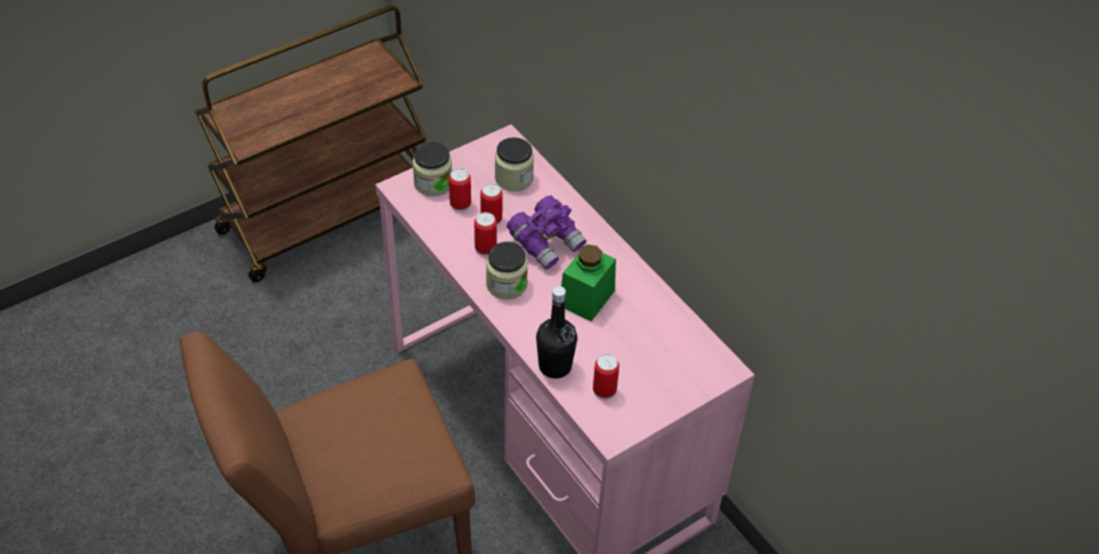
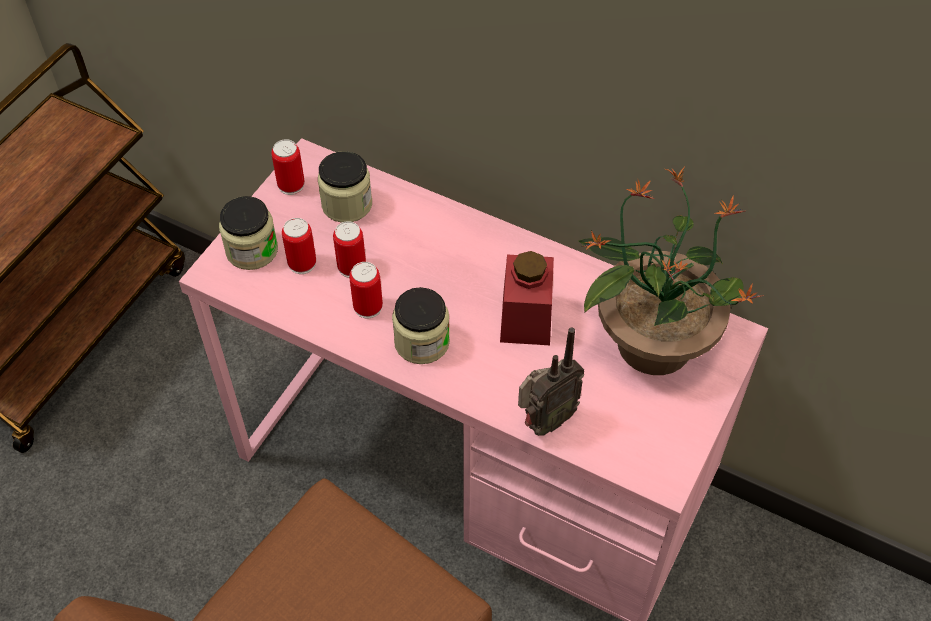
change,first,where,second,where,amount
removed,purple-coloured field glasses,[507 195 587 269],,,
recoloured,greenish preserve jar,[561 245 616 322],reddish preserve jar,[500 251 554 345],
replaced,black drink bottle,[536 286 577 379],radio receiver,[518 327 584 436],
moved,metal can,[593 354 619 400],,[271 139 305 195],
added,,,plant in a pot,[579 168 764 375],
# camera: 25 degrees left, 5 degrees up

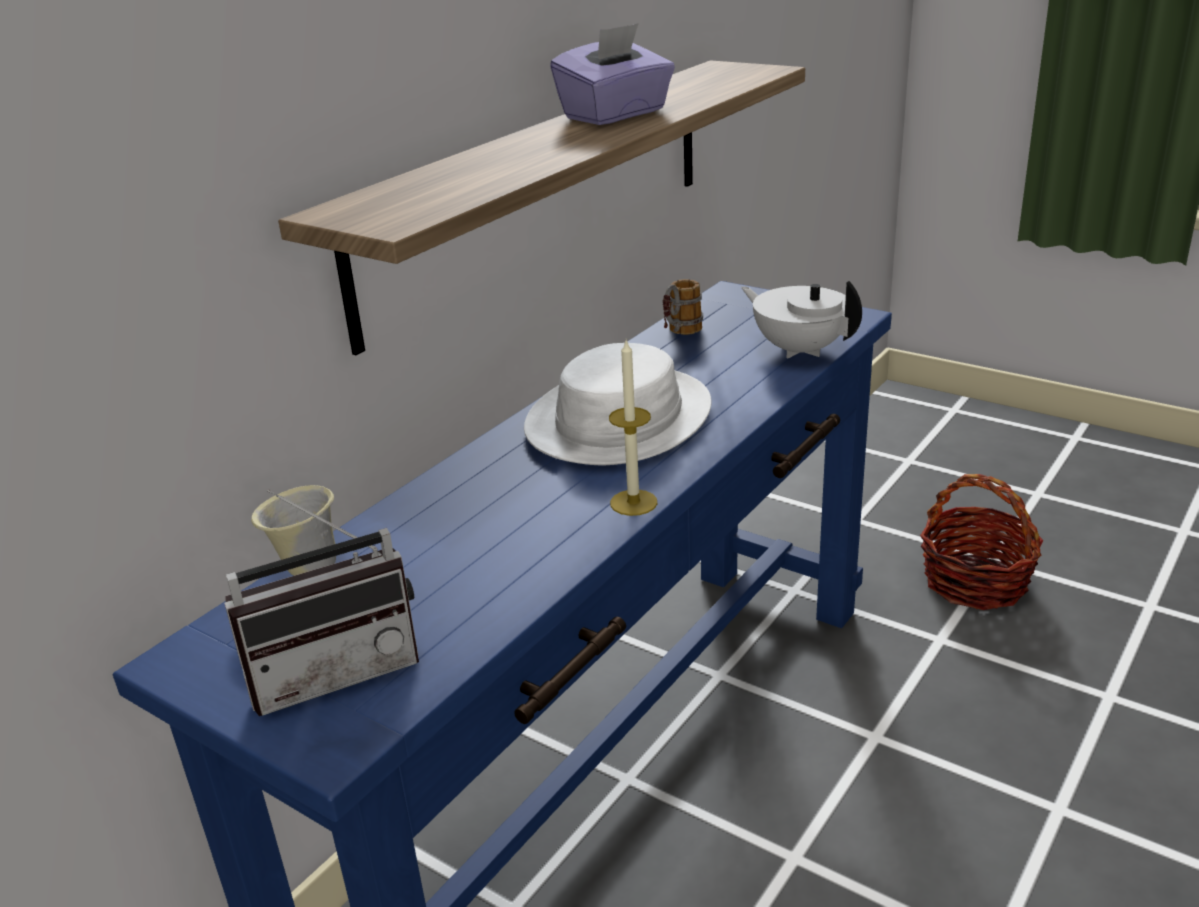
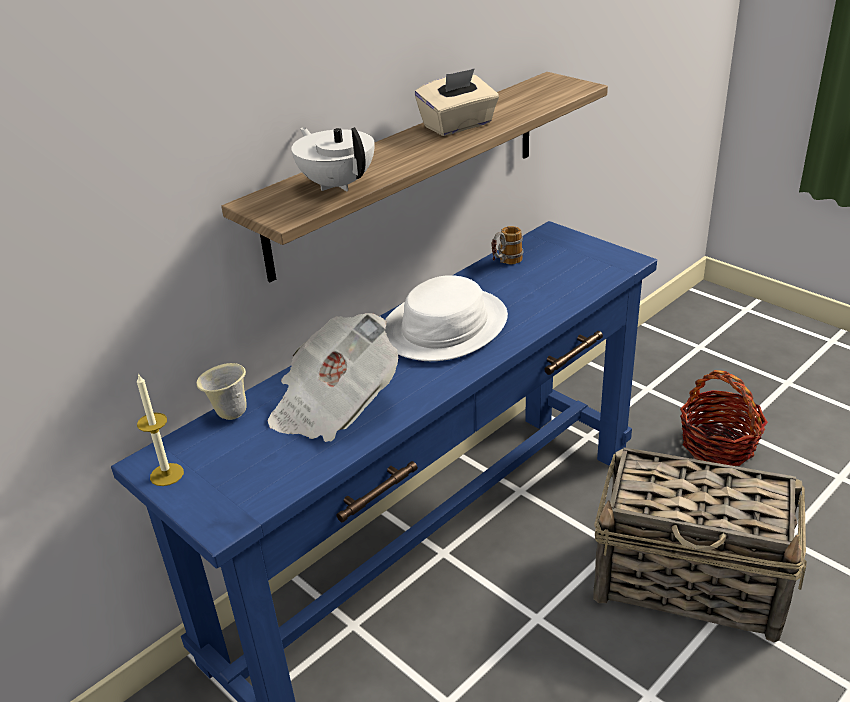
change,first,where,second,where,amount
recoloured,purple-coloured tissue box,[550 23 675 125],sand-coloured tissue box,[415 68 499 136],
moved,white tea pot,[741 281 862 359],,[291 127 375 191],
moved,wax candle,[609 340 657 516],,[137 373 184 486],
removed,radio receiver,[224 489 419 716],,,
added,,,newspaper,[268 313 398 442],
added,,,basket,[593 448 807 642],
# camera: 10 degrees right, 5 degrees up

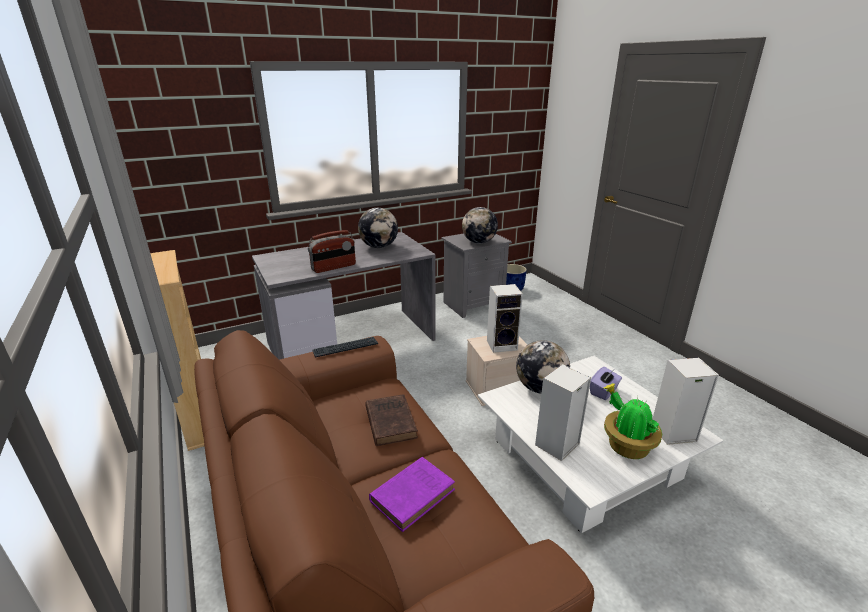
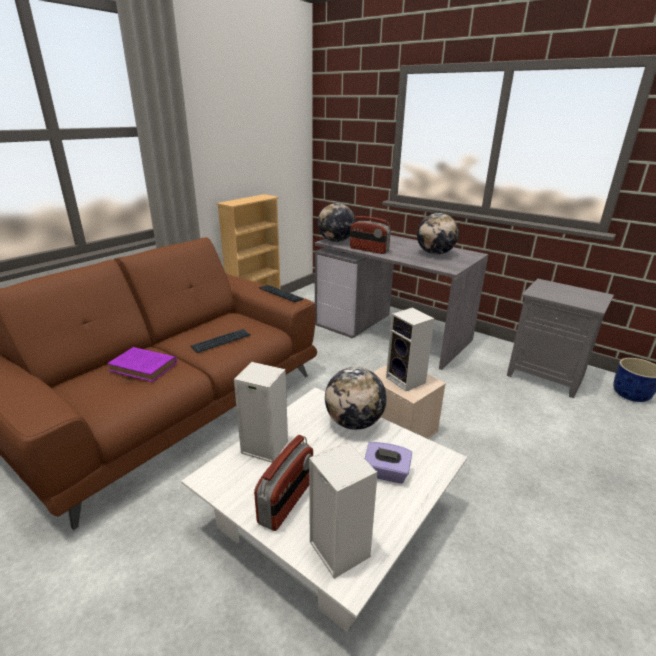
change,first,where,second,where,amount
moved,desk globe,[462 207 498 244],,[318 203 355 242],
replaced,plant in a pot,[604 383 662 459],radio receiver,[254 435 313 531],
replaced,brown bound book,[365 394 418 446],keyboard,[191 329 251 353],
# camera: 65 degrees right, 0 degrees up

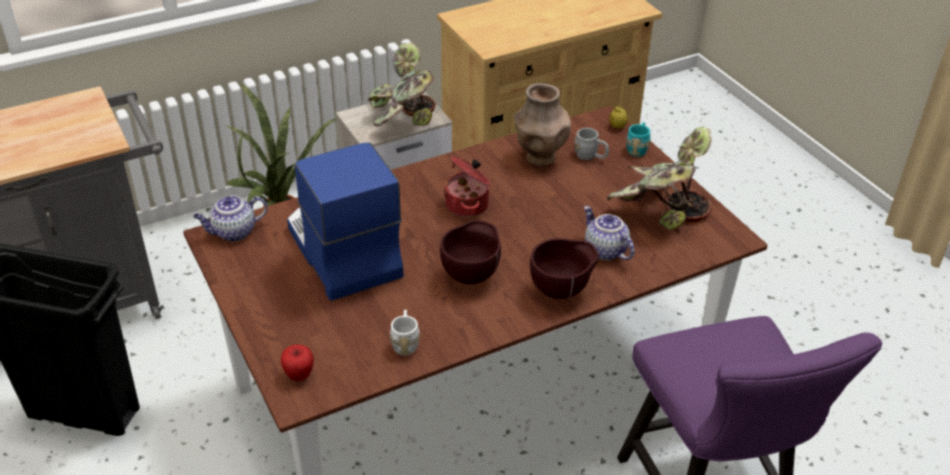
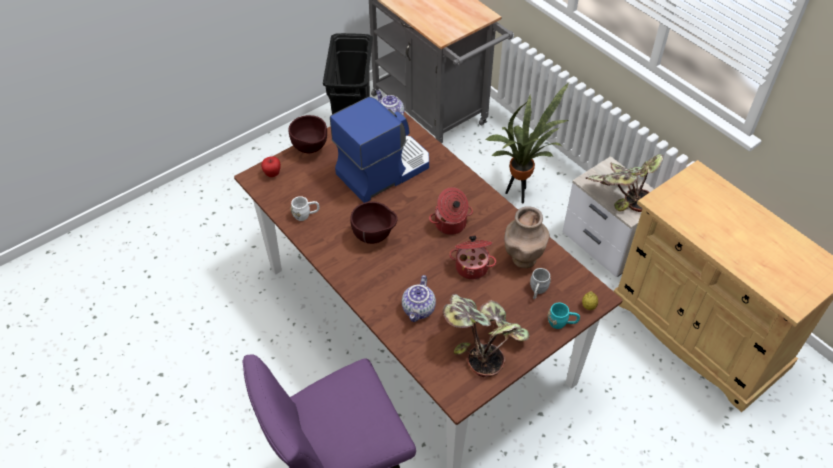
change,first,where,second,where,amount
turned,tea pot,[584 206 635 260],,[402 275 436 322],150 degrees clockwise
moved,brown deep dish,[530 238 599 299],,[289 115 327 153],
added,,,saucepot,[449 236 496 279],
# camera: 80 degrees right, 10 degrees up

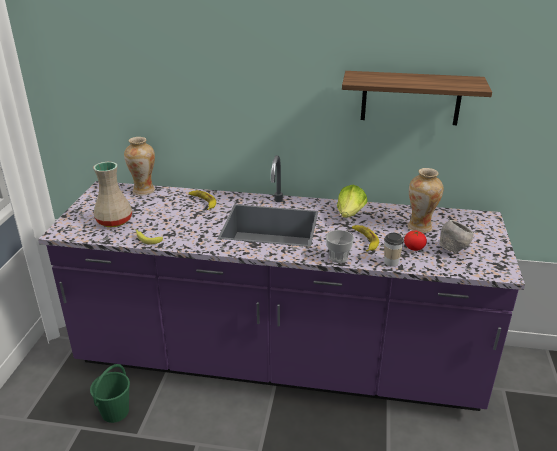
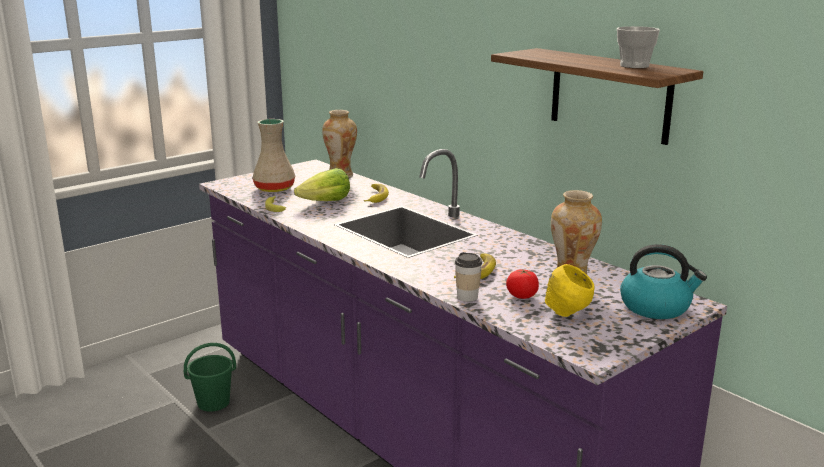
change,first,where,second,where,amount
moved,lettuce head,[337 185 368 218],,[294 168 350 201],
recoloured,grey deep dish,[439 220 473 254],yellow deep dish,[545 264 595 317],
moved,drinking cup,[326 230 354 263],,[617 26 660 68],
added,,,tea kettle,[620 244 707 319],
# camera: 40 degrees right, 10 degrees down

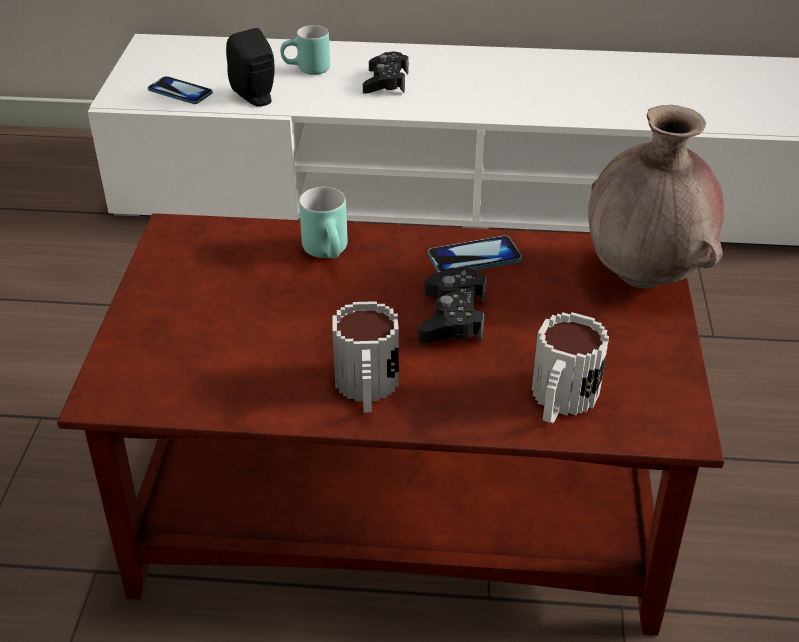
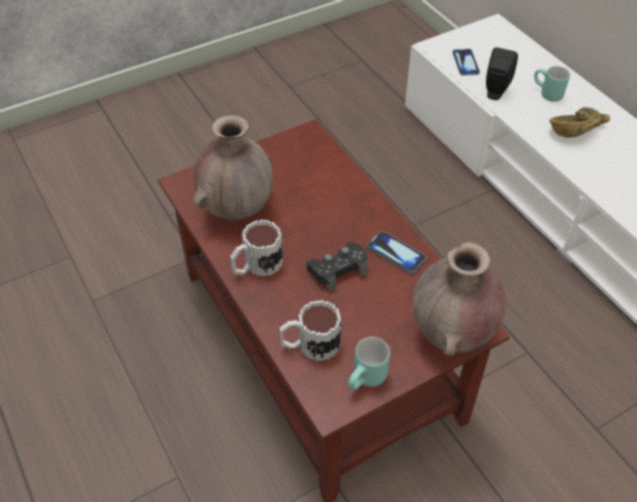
change,first,where,second,where,amount
replaced,black gamepad,[363 52 409 94],brown deep dish,[549 107 610 137],
moved,turquoise-coloured coffee mug,[299 187 348 259],,[348 337 390 391],
added,,,brown vase,[193 115 273 221],
# camera: 55 degrees right, 10 degrees up

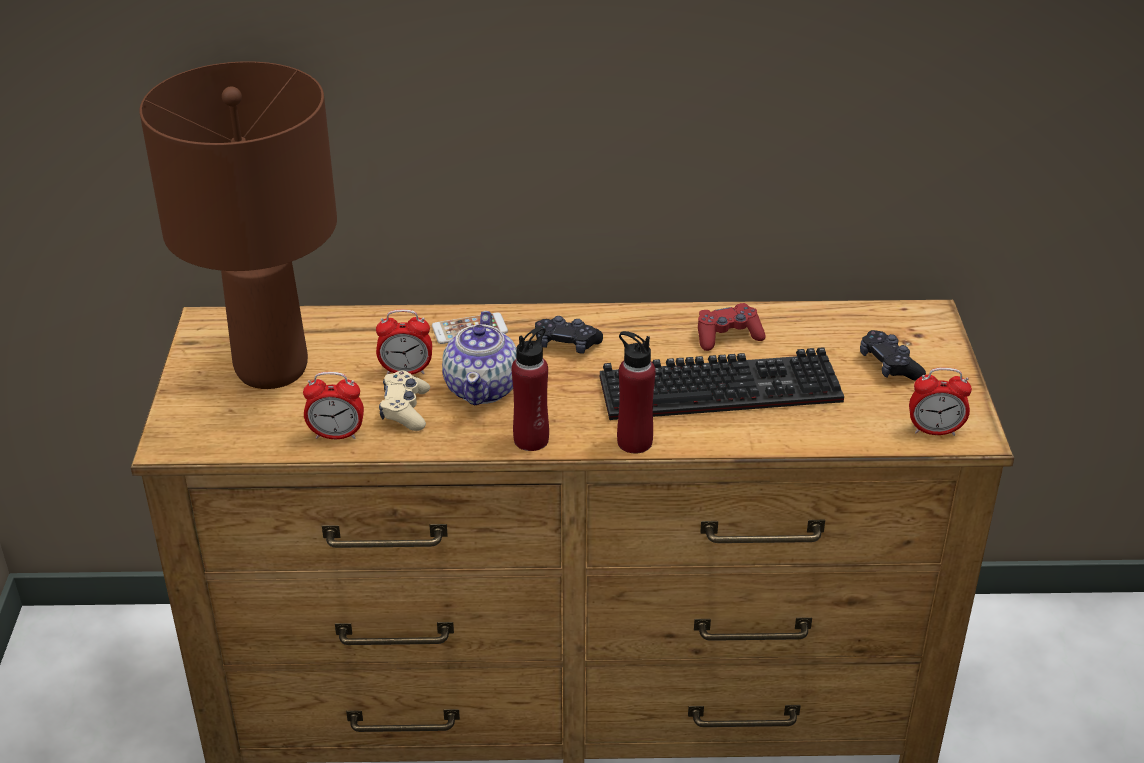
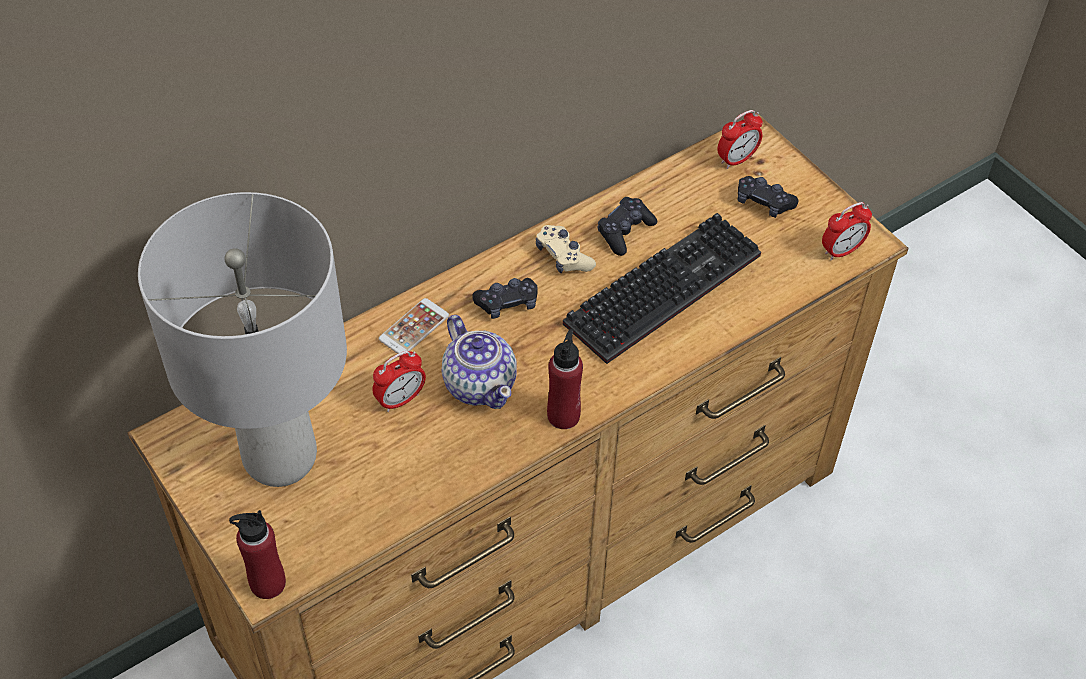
change,first,where,second,where,amount
recoloured,brown tabletop lamp,[139 61 337 389],grey tabletop lamp,[138 192 347 487],
recoloured,reddish gamepad,[698 303 766 351],black gamepad,[598 197 657 256],
moved,reddish drink bottle,[617 331 656 453],,[229 510 286 599],
moved,sand-coloured gamepad,[379 370 430 431],,[536 225 596 273],
moved,table clock,[303 372 364 439],,[717 110 763 169],
# camera: 35 degrees left, 15 degrees up

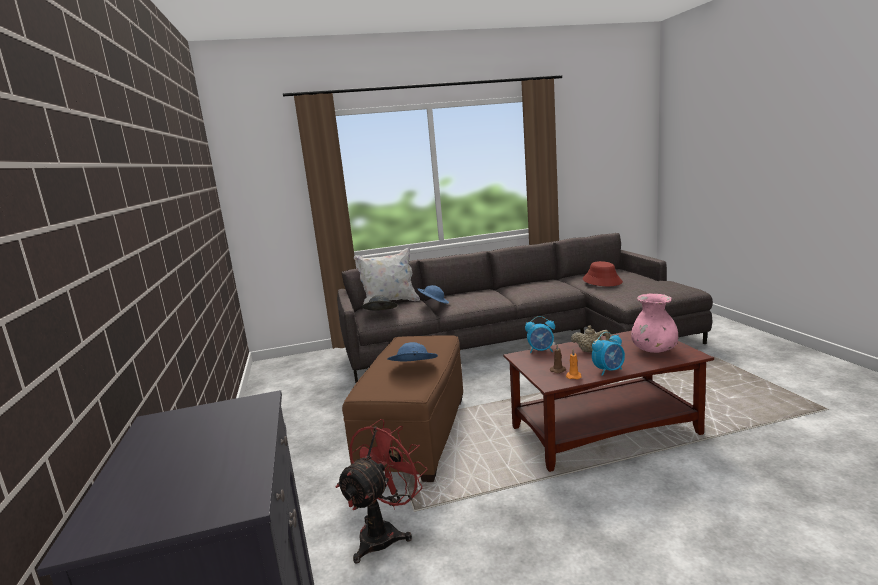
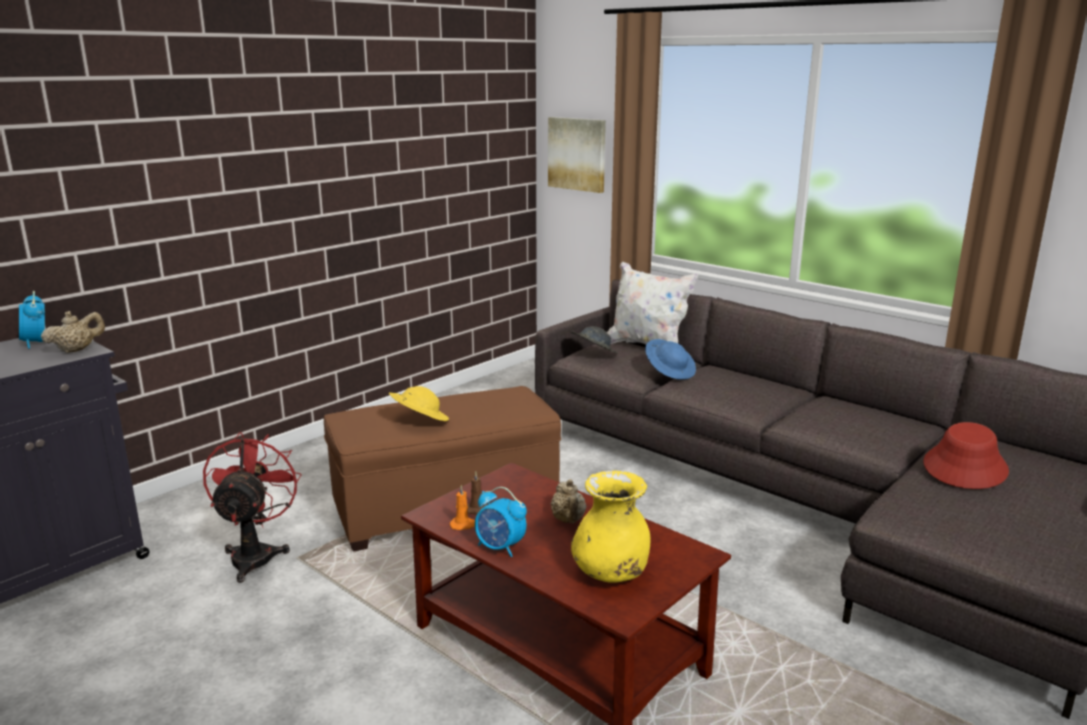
change,first,where,second,where,amount
recoloured,pink-coloured vase,[631 293 678 353],yellow vase,[571 471 650 583],
moved,table clock,[525 316 555 354],,[19 291 45 349],
recoloured,bluish hat,[387 342 438 361],yellow hat,[389 386 449 421],
turned,reddish fan,[335 419 428 564],,[203 432 302 583],90 degrees counterclockwise
added,,,picture,[548 117 606 193],
added,,,sand-coloured tea pot,[41 311 105 353],
# camera: 55 degrees right, 5 degrees up

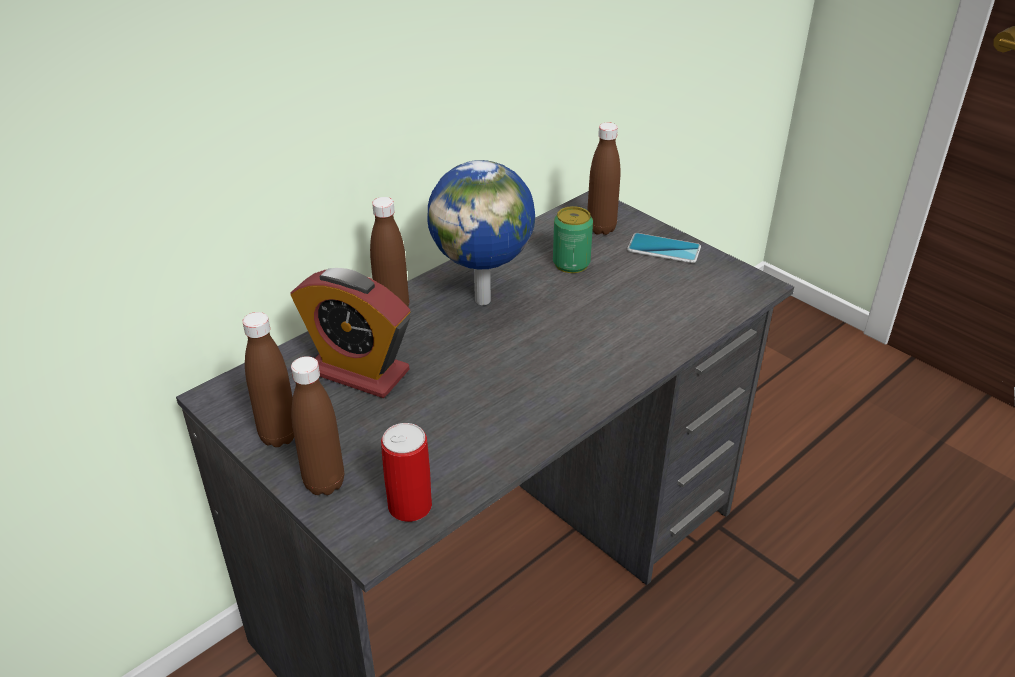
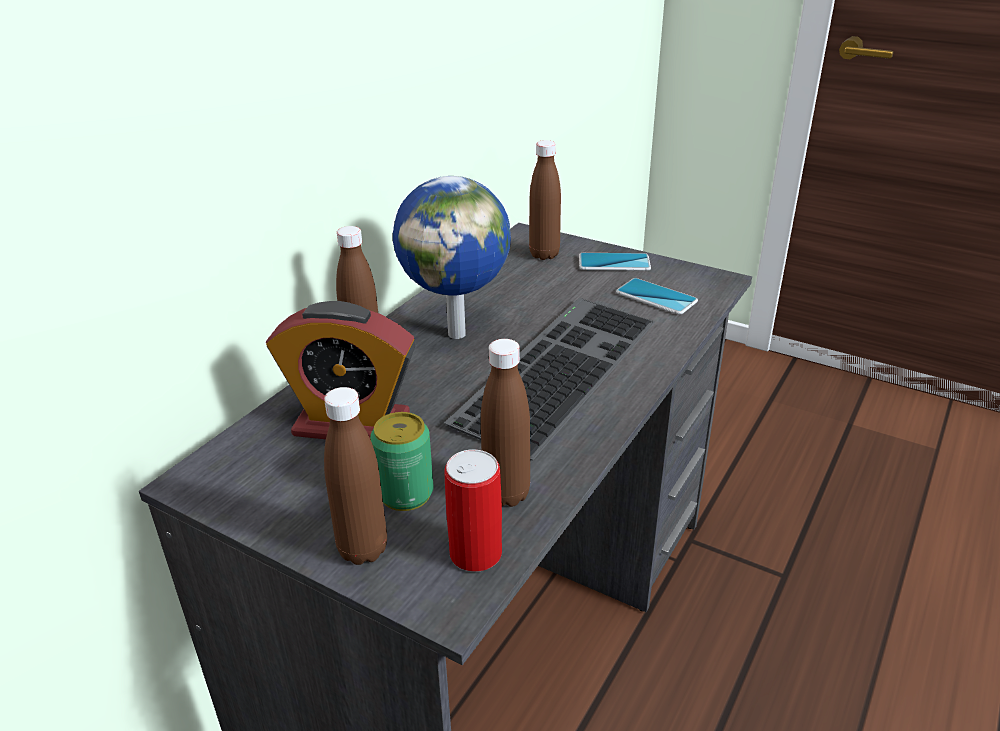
change,first,where,second,where,amount
moved,metal can,[553 206 593 273],,[370 412 433 511],
moved,brown drink bottle,[242 312 294 447],,[481 339 530 507],
added,,,phone,[616 278 698 315],
added,,,keyboard,[444 298 655 460],
# camera: 15 degrees left, 5 degrees down

